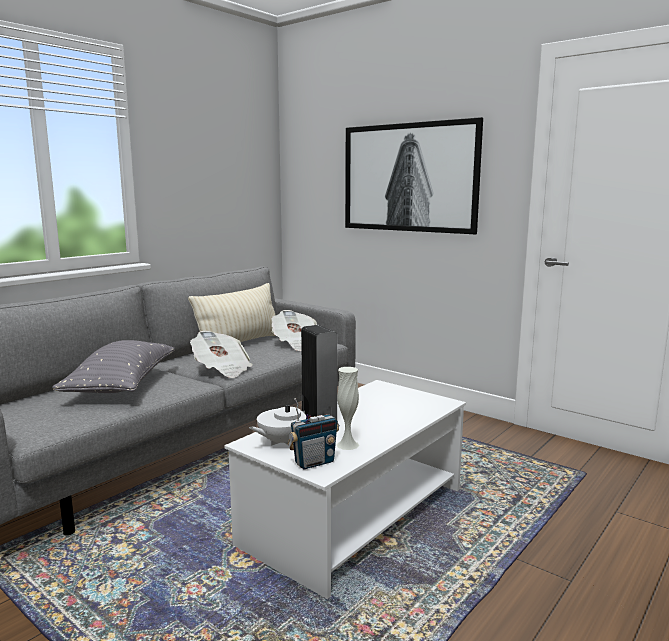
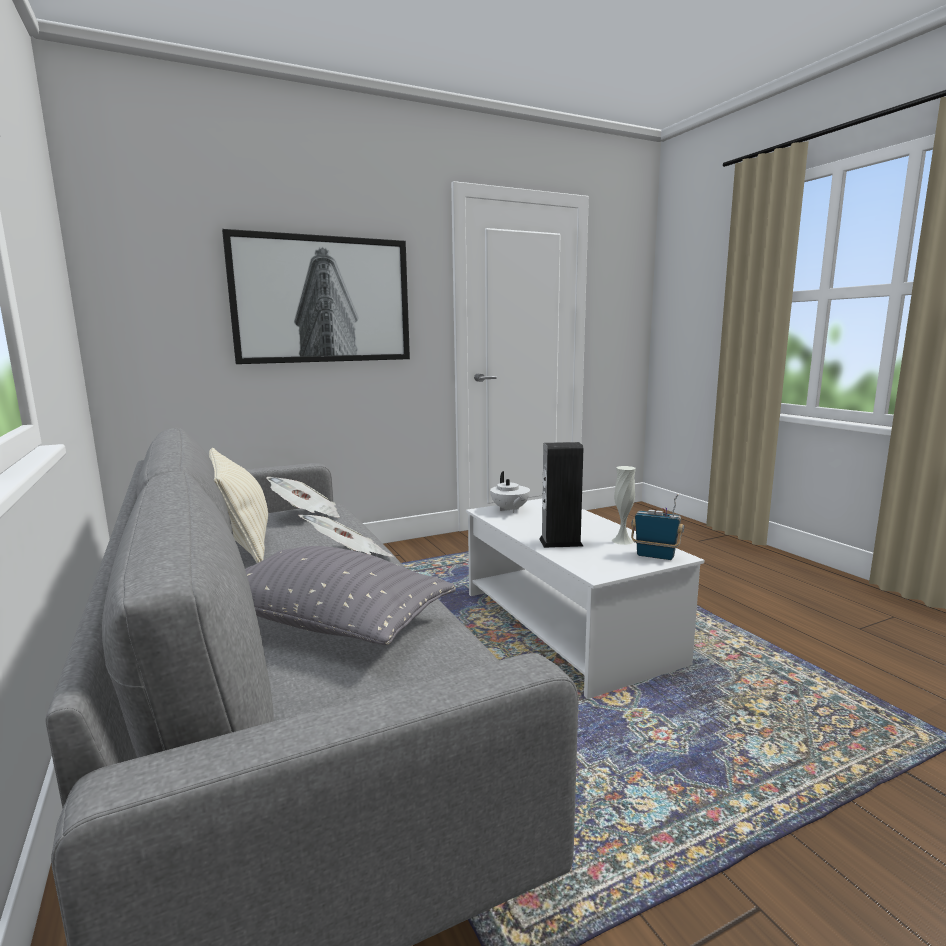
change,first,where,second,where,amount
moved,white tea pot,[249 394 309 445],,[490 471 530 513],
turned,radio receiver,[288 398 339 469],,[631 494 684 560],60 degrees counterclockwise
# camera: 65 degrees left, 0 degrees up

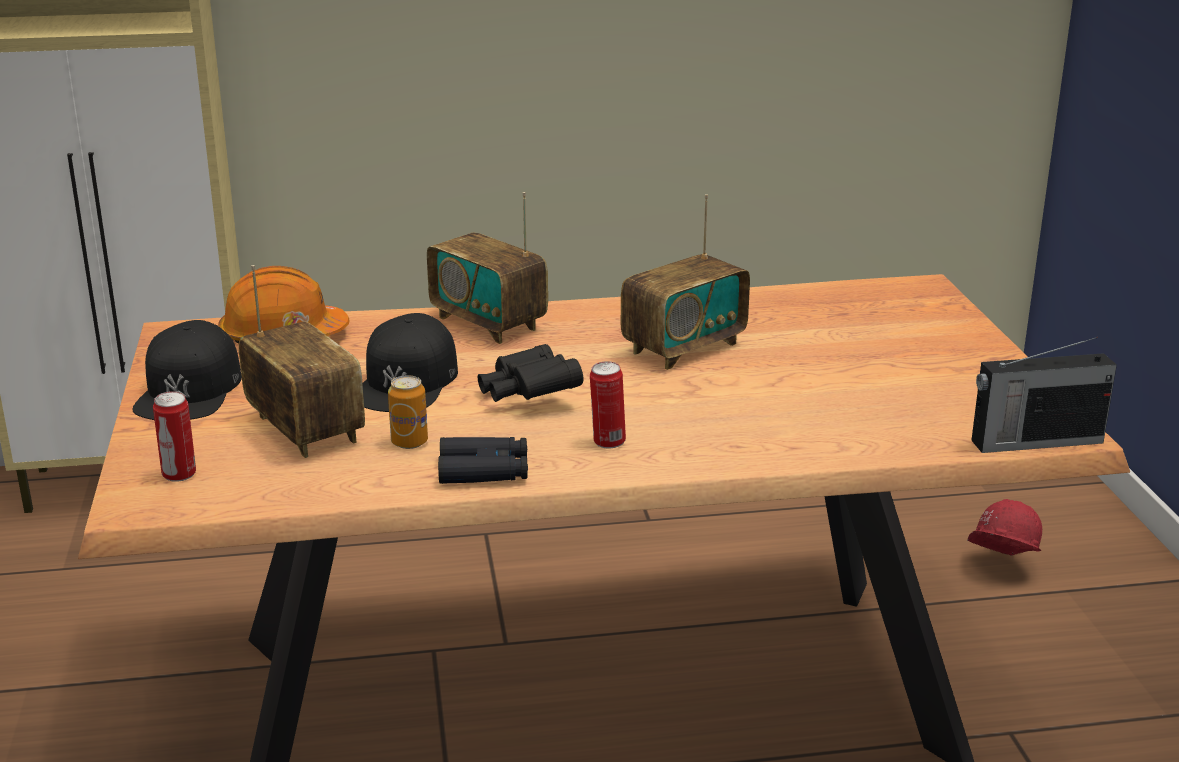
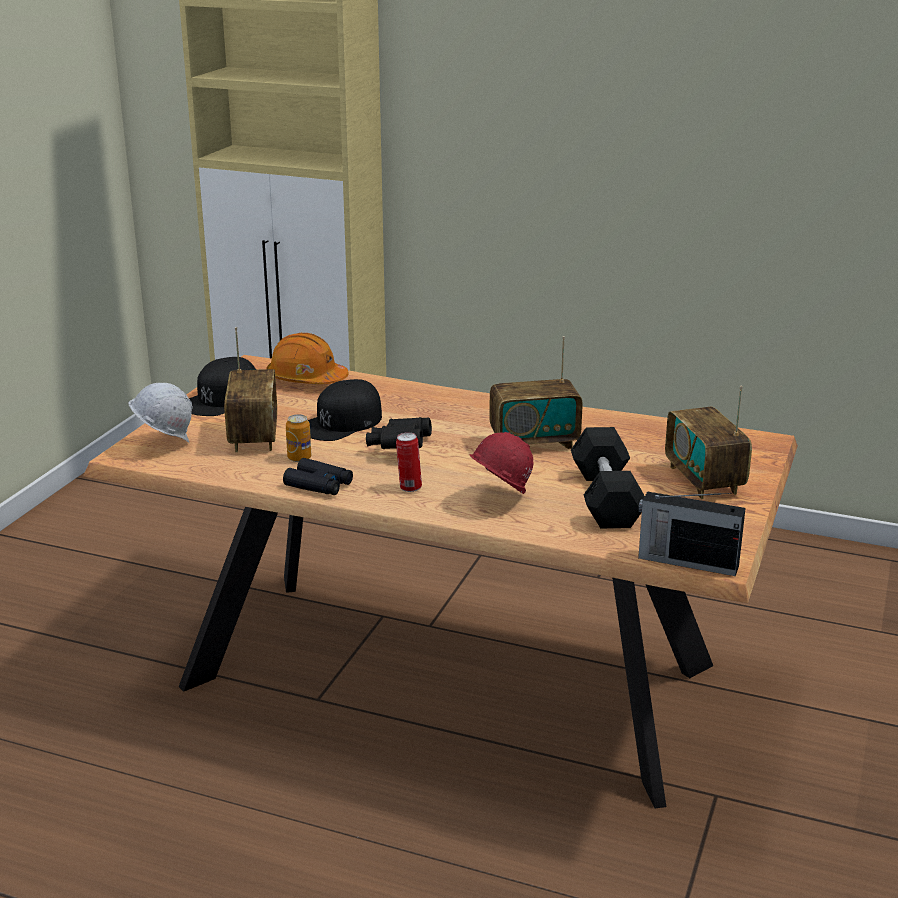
change,first,where,second,where,amount
moved,radio receiver,[427 192 548 344],,[665 386 752 499],
replaced,metal can,[153 391 196 482],white safety helmet,[128 383 193 443],
moved,reddish safety helmet,[967 499 1042 556],,[469 432 533 494],
added,,,black free weight,[571 427 645 528],
# camera: 30 degrees right, 0 degrees up

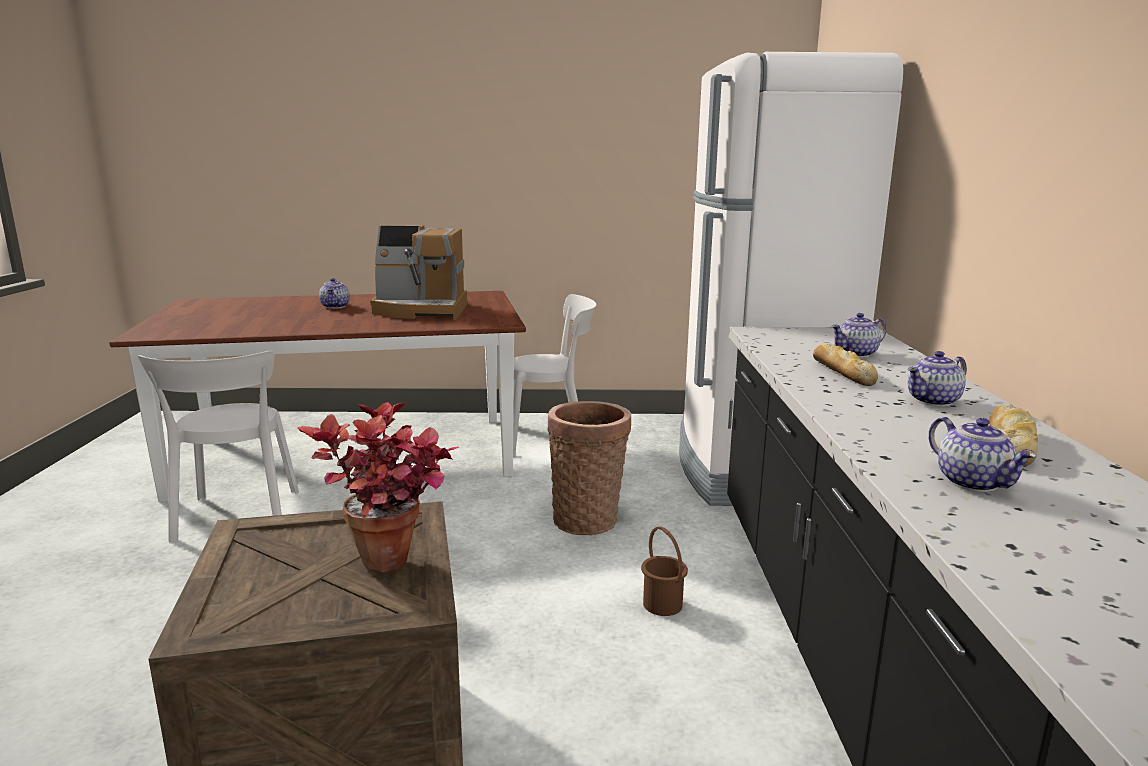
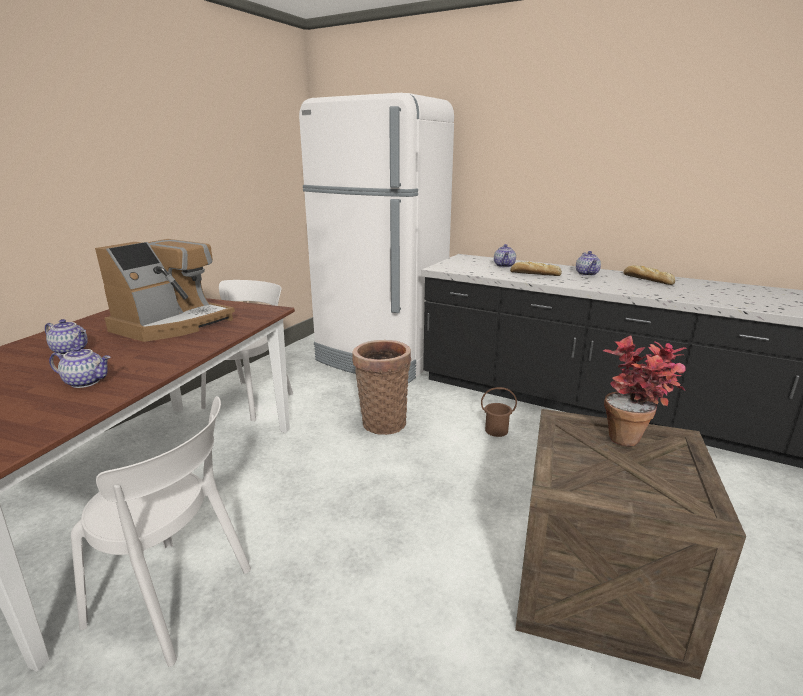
change,first,where,second,where,amount
moved,tea pot,[928 417 1037 492],,[49 346 111 388],
# camera: 60 degrees left, 5 degrees up

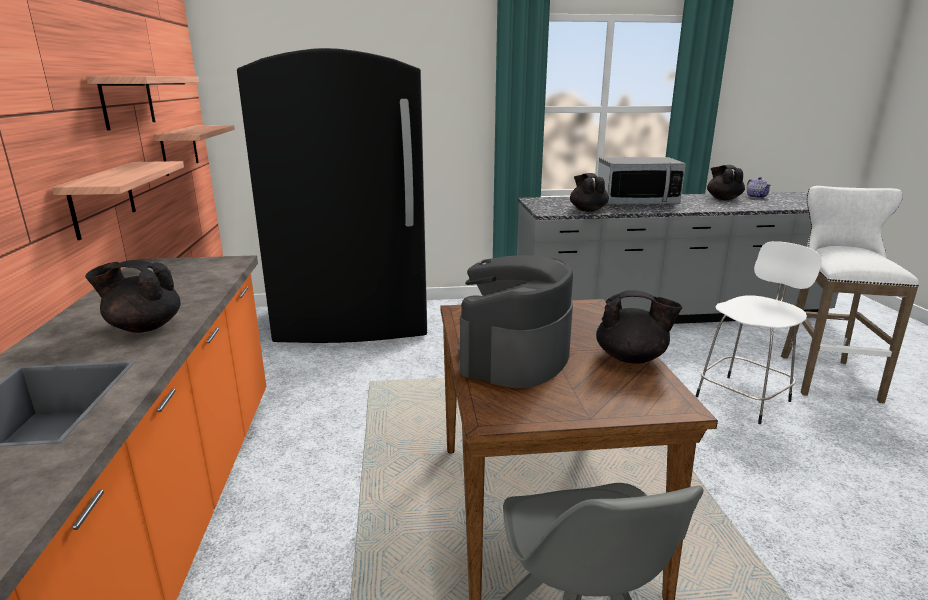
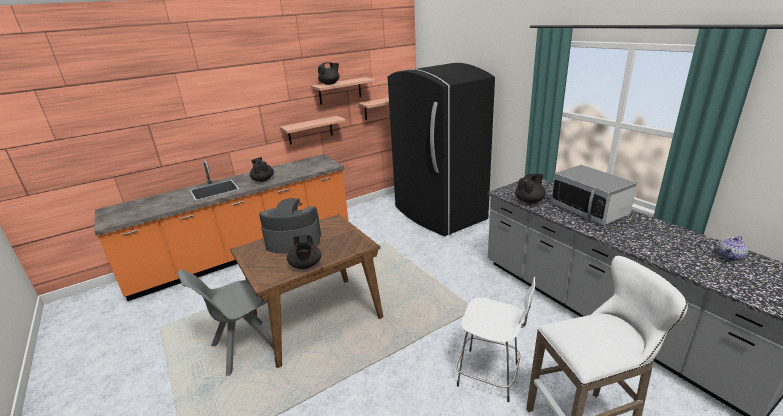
change,first,where,second,where,amount
moved,black tea pot,[707 165 745 200],,[318 62 340 85],
# camera: 65 degrees right, 5 degrees up

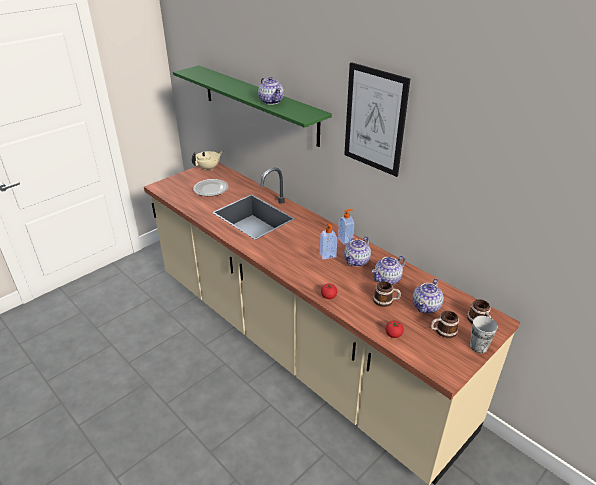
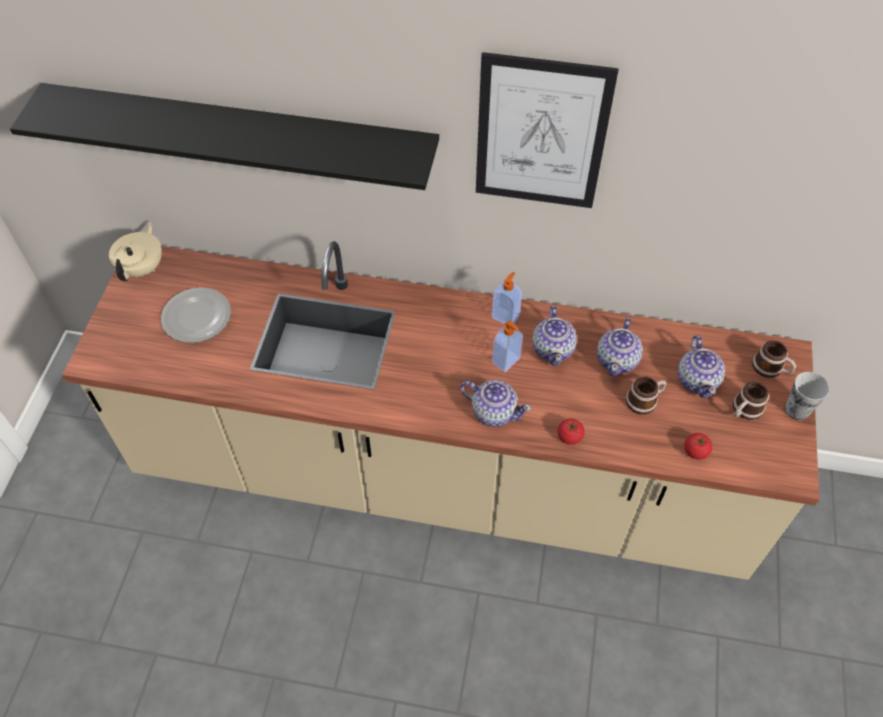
change,first,where,second,where,amount
recoloured,greenish bracket shelf,[173 65 332 147],black bracket shelf,[10 83 439 190],
moved,tea pot,[258 77 284 105],,[460 380 532 427],
# camera: 35 degrees left, 20 degrees up

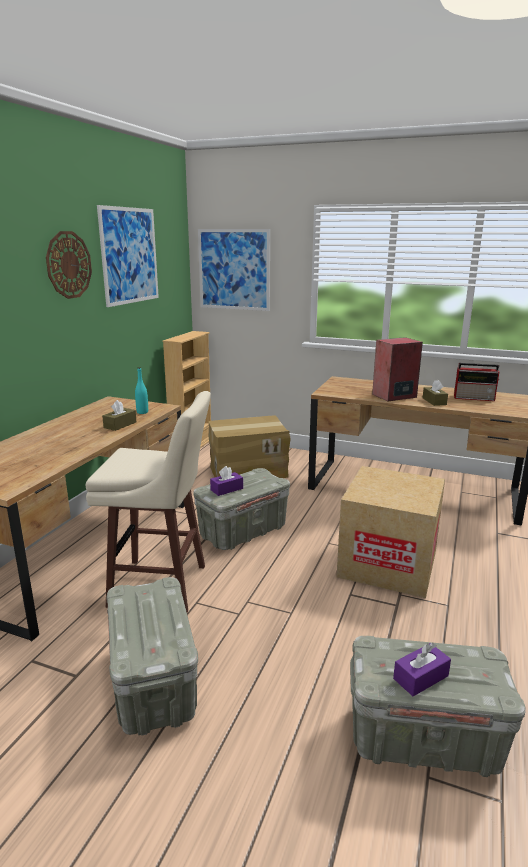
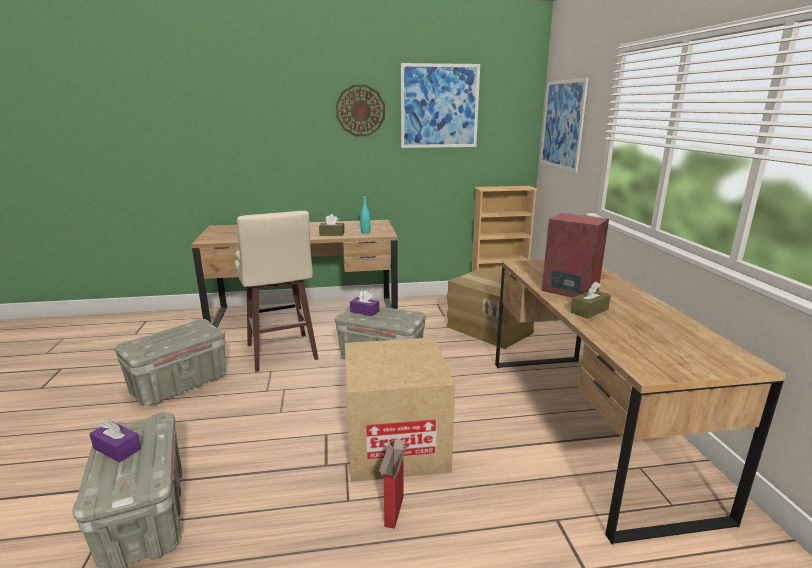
change,first,where,second,where,amount
removed,radio receiver,[454 363 500 401],,,
added,,,packing box,[379 439 407 529],
# camera: 60 degrees right, 0 degrees up

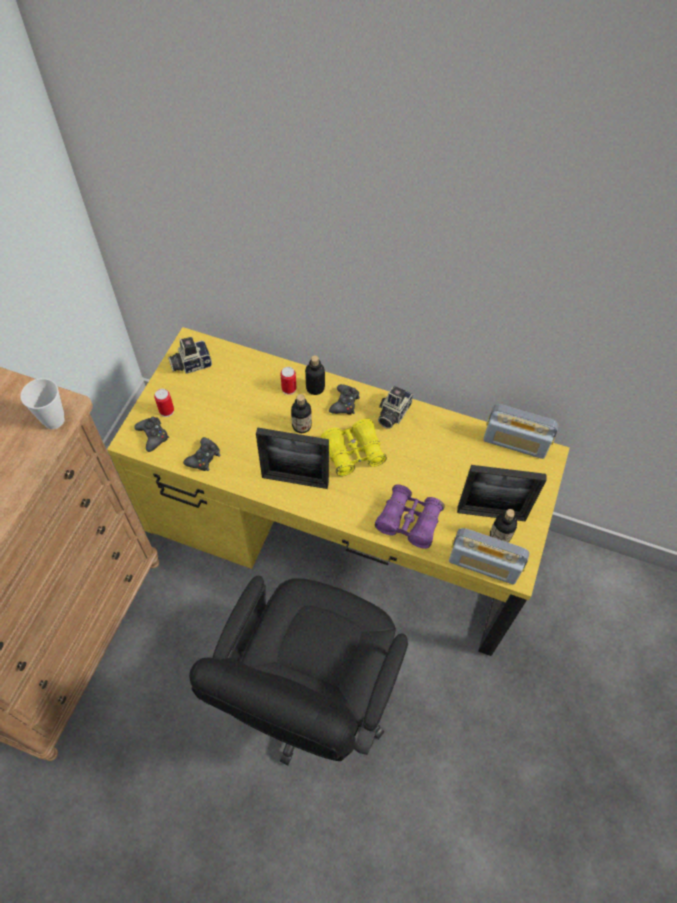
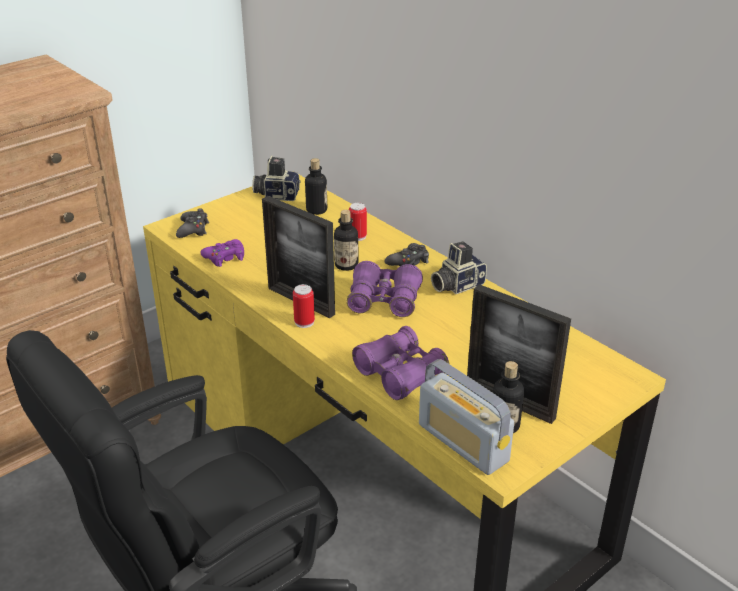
change,first,where,second,where,amount
moved,drink bottle,[305 355 325 395],,[305 158 327 215],
removed,drinking cup,[20 378 65 429],,,
moved,metal can,[154 389 174 417],,[293 284 315 328],
removed,radio receiver,[483 404 559 459],,,
recoloured,yellow field glasses,[321 419 387 476],purple-coloured field glasses,[347 261 423 317],
recoloured,black gamepad,[183 437 221 471],purple-coloured gamepad,[200 239 244 267],
# camera: 30 degrees right, 25 degrees down

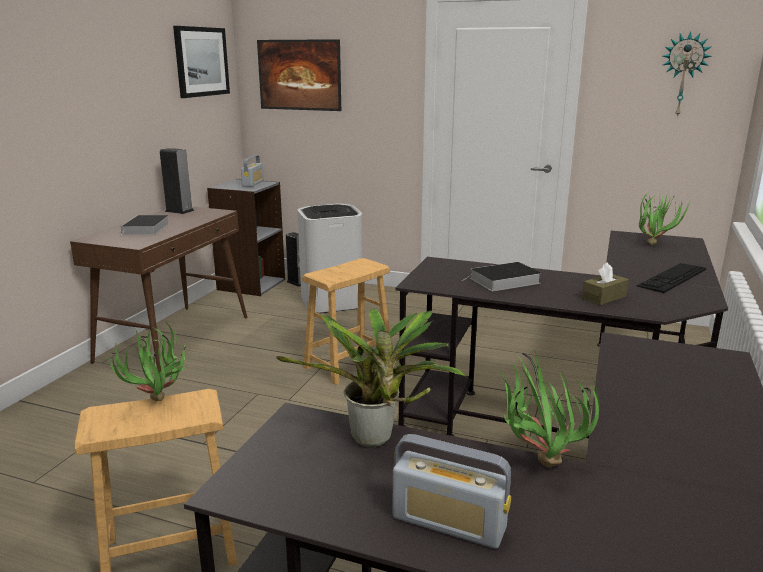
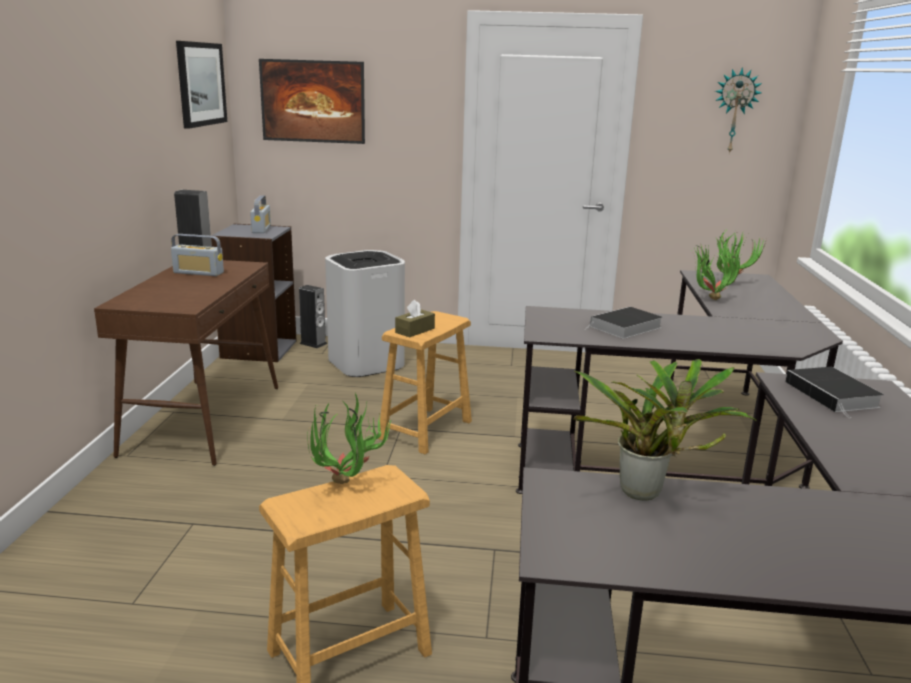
change,first,where,second,where,amount
moved,bound book,[121 215 170 236],,[785 367 884 418],
moved,brown tissue box,[582 262 629 305],,[395 300 435 337],
removed,keyboard,[637 263 706 293],,,
moved,plant in a pot,[498 348 599 467],,[694 244 740 300],
moved,radio receiver,[392 434 511 549],,[171 234 224 276],
# camera: 15 degrees left, 0 degrees up

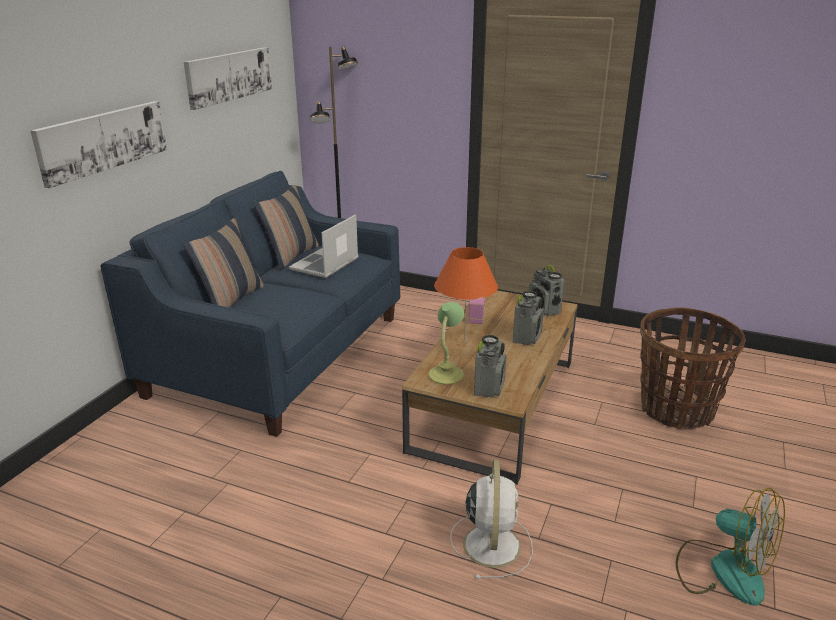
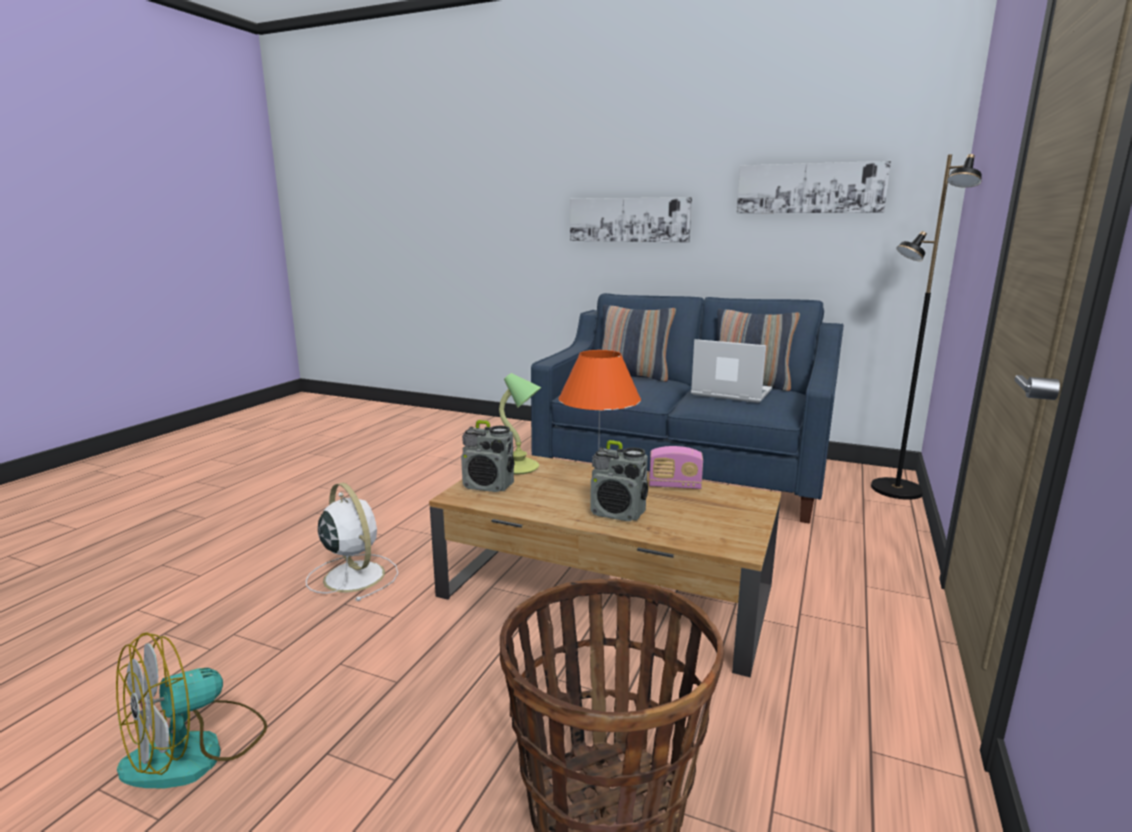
change,first,where,second,where,amount
removed,radio receiver,[529 265 564 316],,,
turned,white fan,[450 460 533 579],,[306 483 398 601],135 degrees counterclockwise
# camera: 90 degrees right, 10 degrees down

